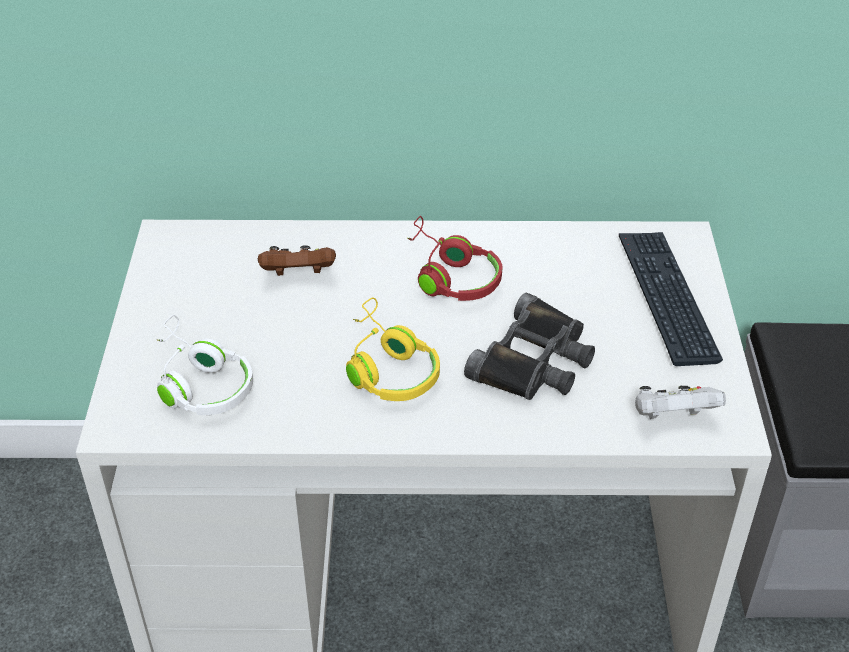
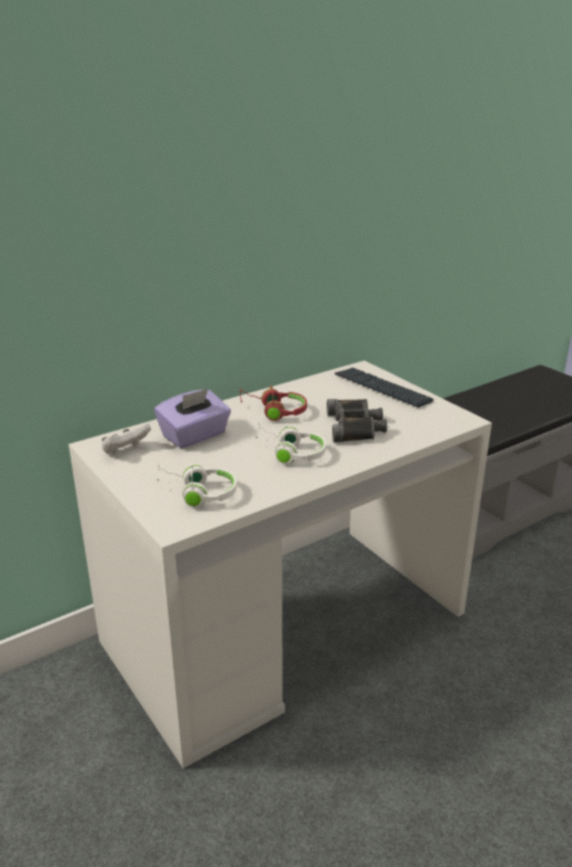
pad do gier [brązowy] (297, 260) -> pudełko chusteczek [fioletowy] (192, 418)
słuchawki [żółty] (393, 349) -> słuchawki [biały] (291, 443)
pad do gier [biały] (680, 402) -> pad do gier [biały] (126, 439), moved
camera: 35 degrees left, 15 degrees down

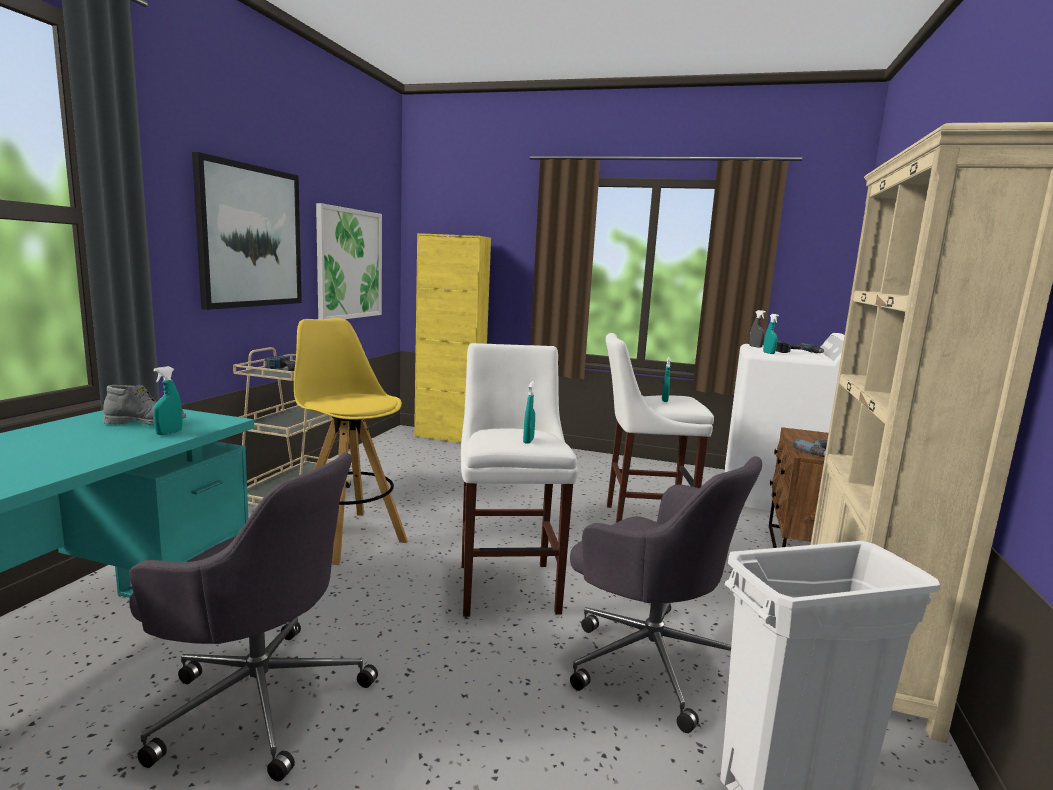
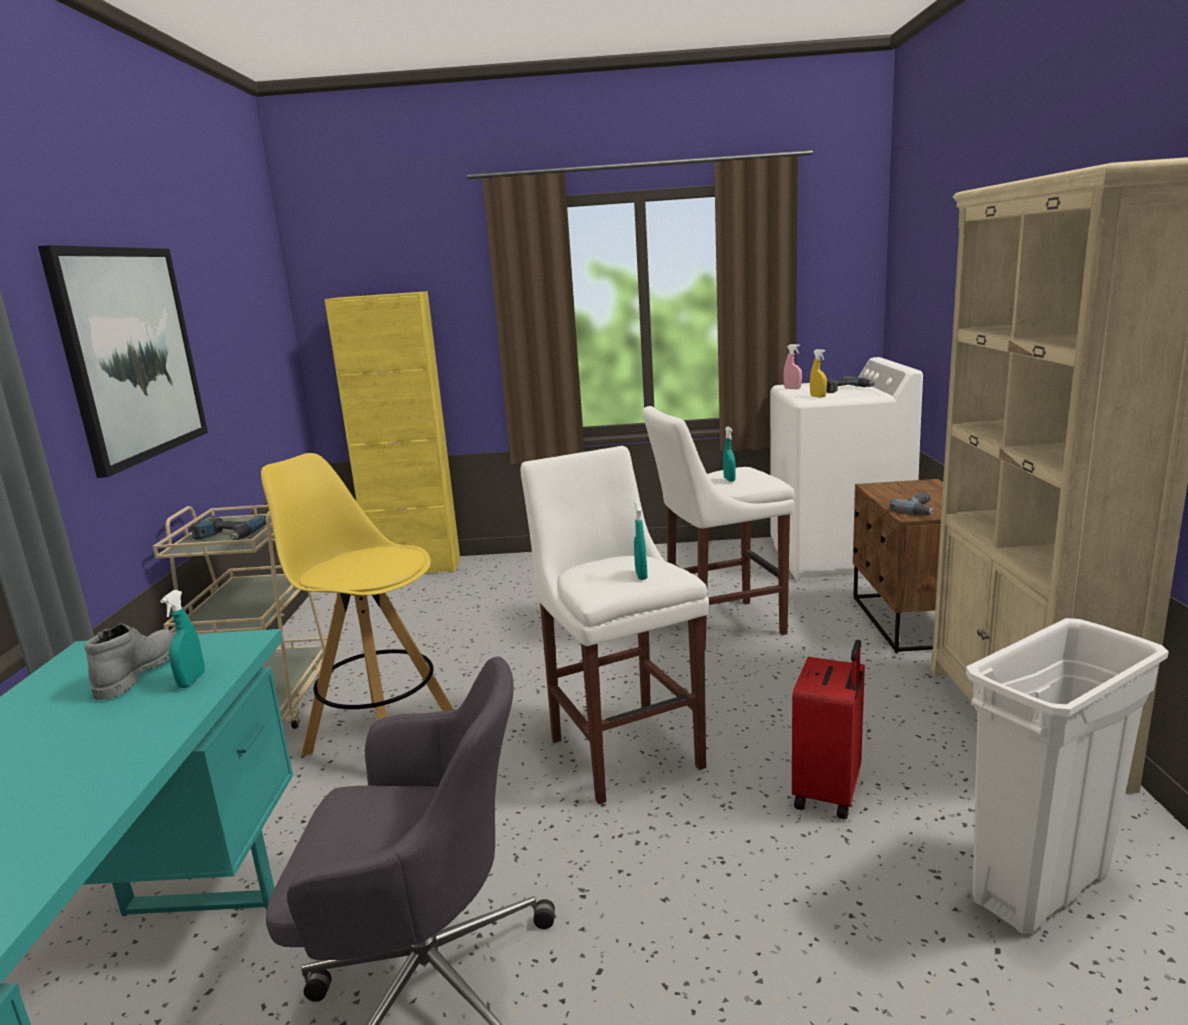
but z cholewką [szary] (144, 405) -> but z cholewką [szary] (129, 661), 60 degrees counterclockwise
obraz (349, 261) -> none
krzesło biurowe [szary] (666, 594) -> walizka [czerwony] (828, 729)
spryskiwacz [szary] (757, 328) -> spryskiwacz [różowy] (793, 366)
spryskiwacz [turkusowy] (771, 334) -> spryskiwacz [żółty] (818, 373)
camera: 15 degrees left, 5 degrees up

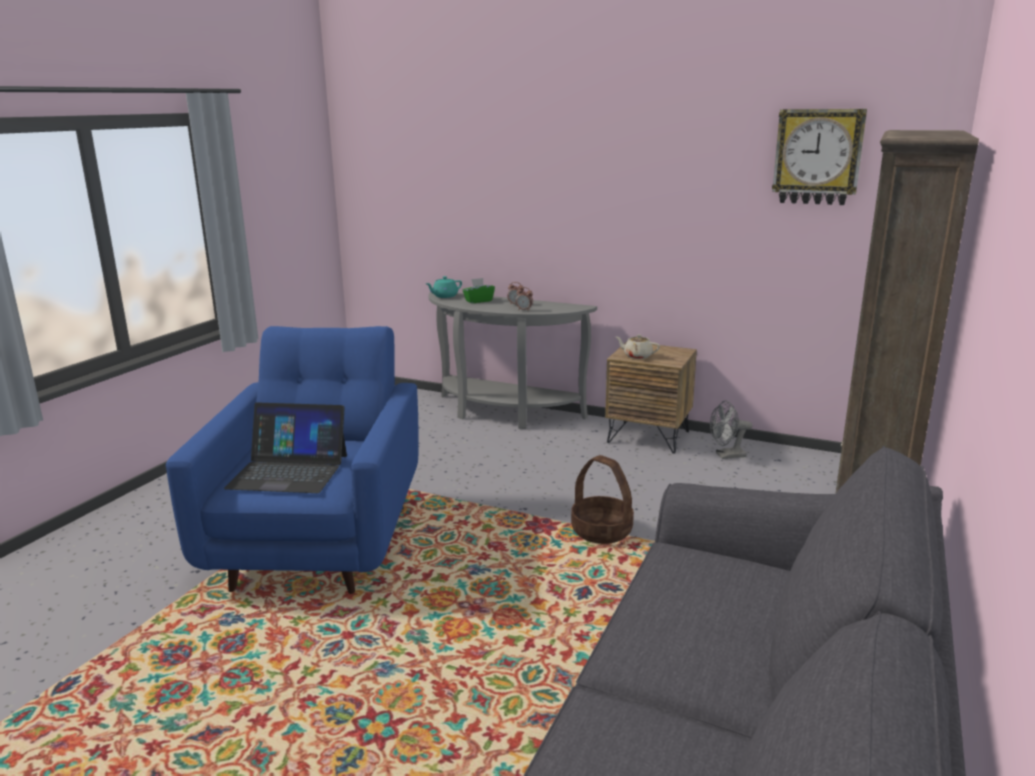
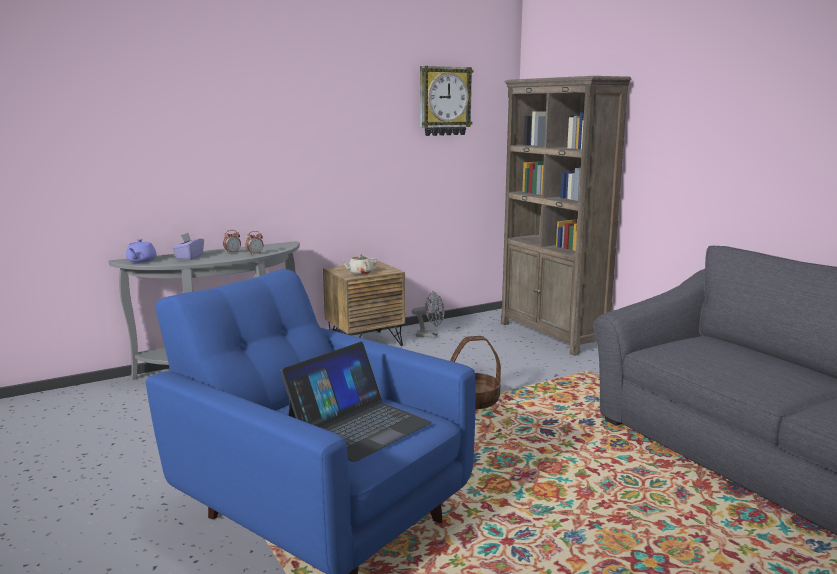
imbryk [turkusowy] (443, 287) -> imbryk [fioletowy] (141, 251)
pudełko chusteczek [zielony] (479, 290) -> pudełko chusteczek [fioletowy] (188, 246)
wentylator [szary] (731, 430) -> wentylator [szary] (428, 314), 105 degrees counterclockwise
camera: 55 degrees left, 5 degrees down

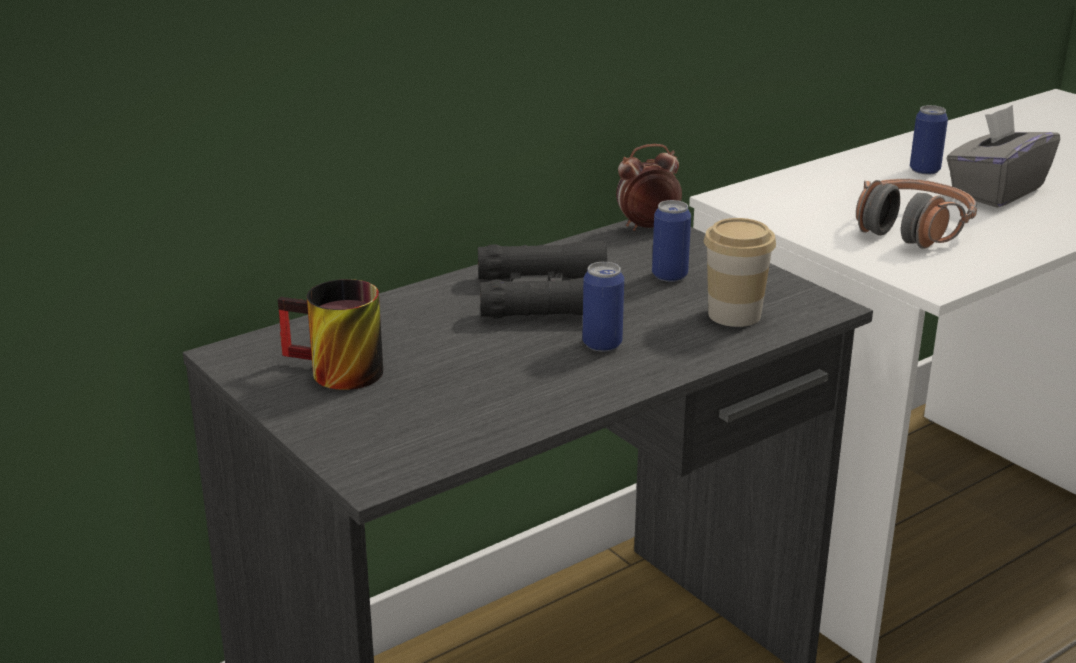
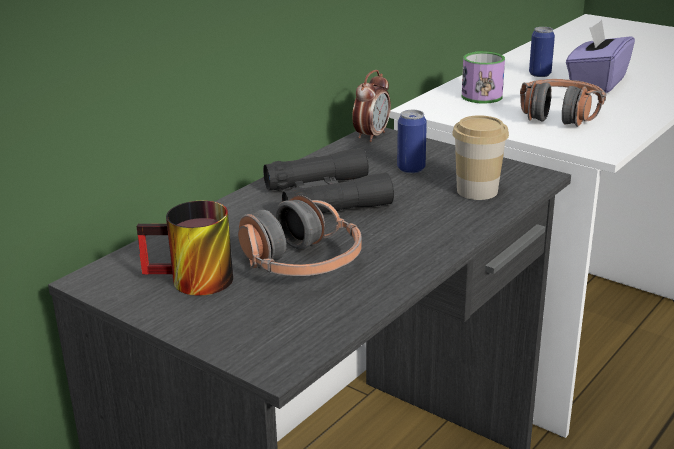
puszka (603, 307) -> none
budzik (649, 187) -> budzik (371, 106), 150 degrees clockwise
pudełko chusteczek [szary] (1003, 156) -> pudełko chusteczek [fioletowy] (600, 56)
none -> słuchawki (300, 235)
none -> kubek (483, 77)
camera: 15 degrees left, 0 degrees up

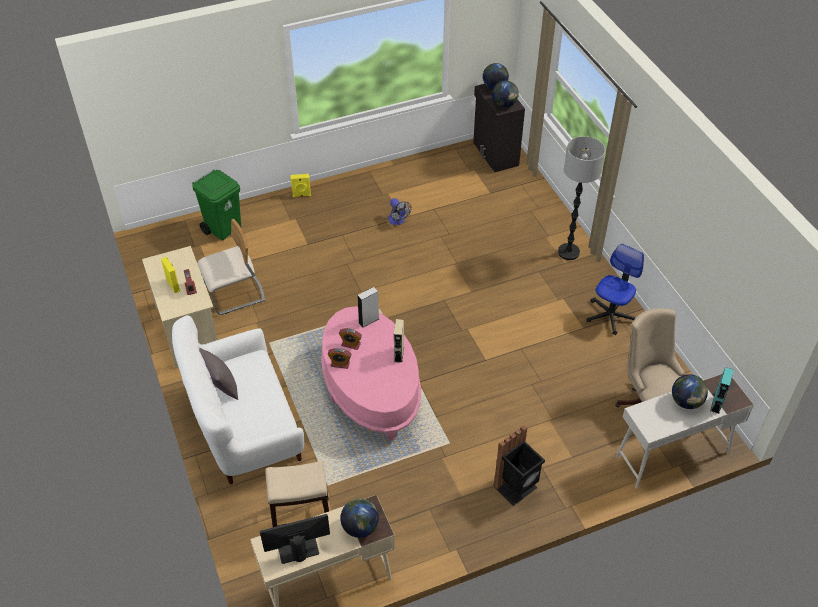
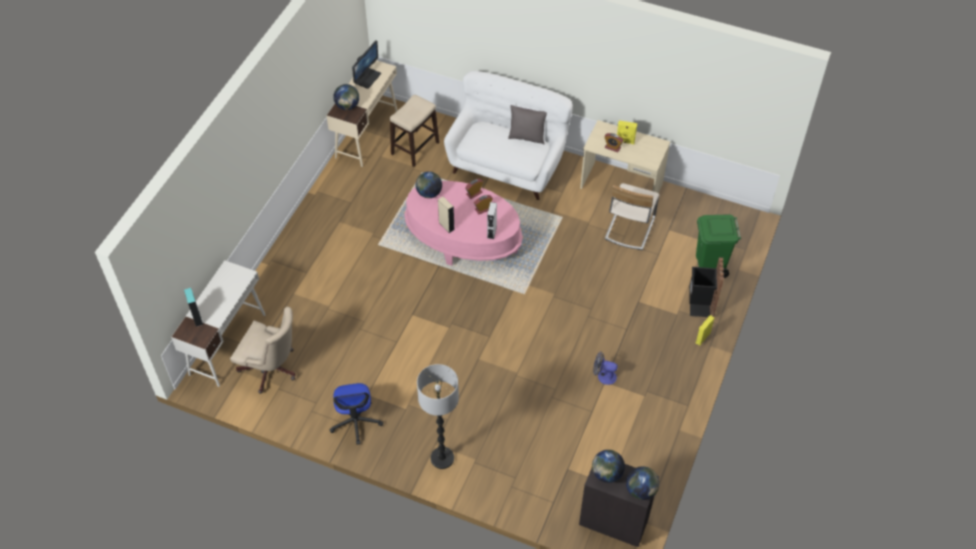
kosz na śmieci [czarny] (519, 465) -> kosz na śmieci [czarny] (706, 287), moved
globus (690, 391) -> globus (429, 185), moved
camera: 135 degrees right, 5 degrees up

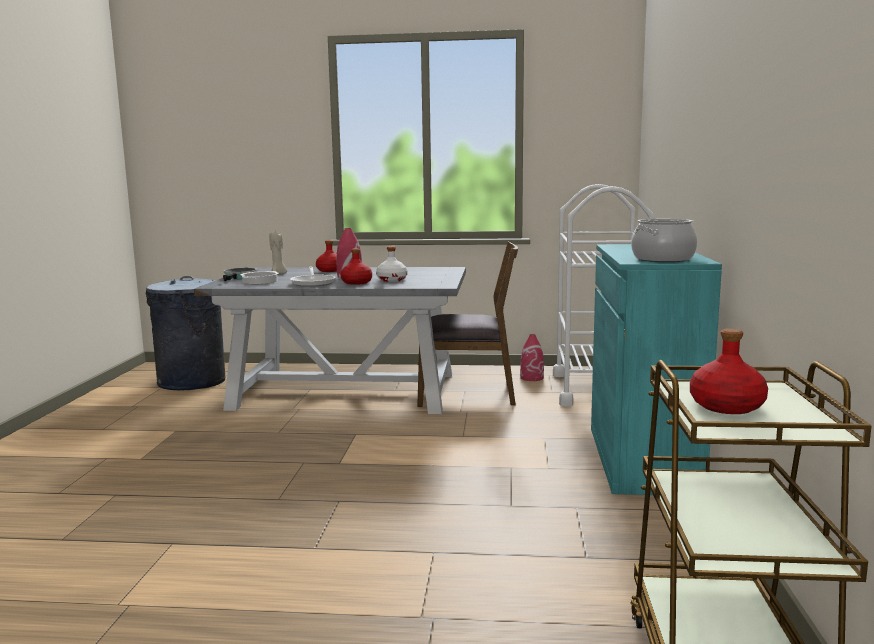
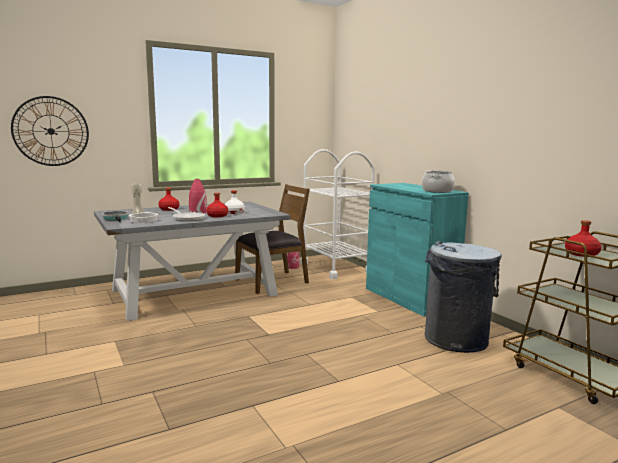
kosz na śmieci [szary] (186, 333) -> kosz na śmieci [szary] (463, 297), moved
none -> zegar ścienny (50, 131)
camera: 35 degrees left, 0 degrees up

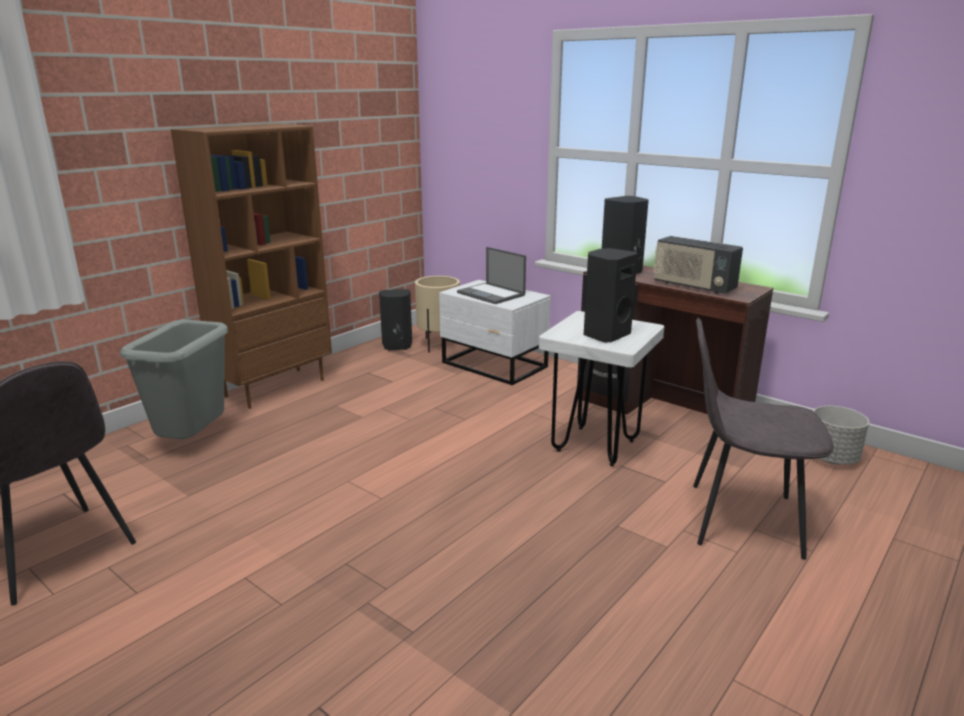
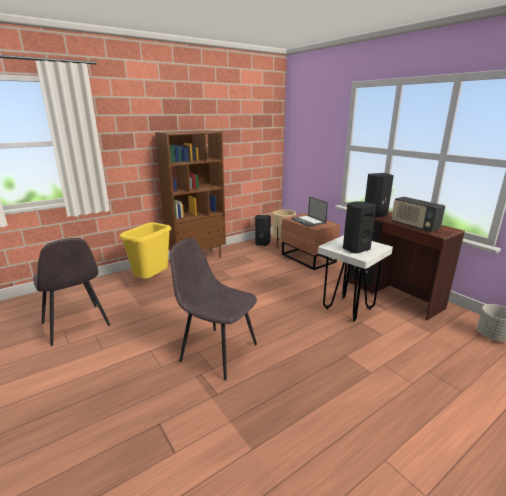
kosz na śmieci [szary] (174, 379) -> kosz na śmieci [żółty] (145, 250)
szafka nocna [biały] (495, 332) -> szafka nocna [brązowy] (310, 241)
krzesło [szary] (763, 439) -> krzesło [szary] (213, 309), moved
camera: 15 degrees right, 0 degrees up

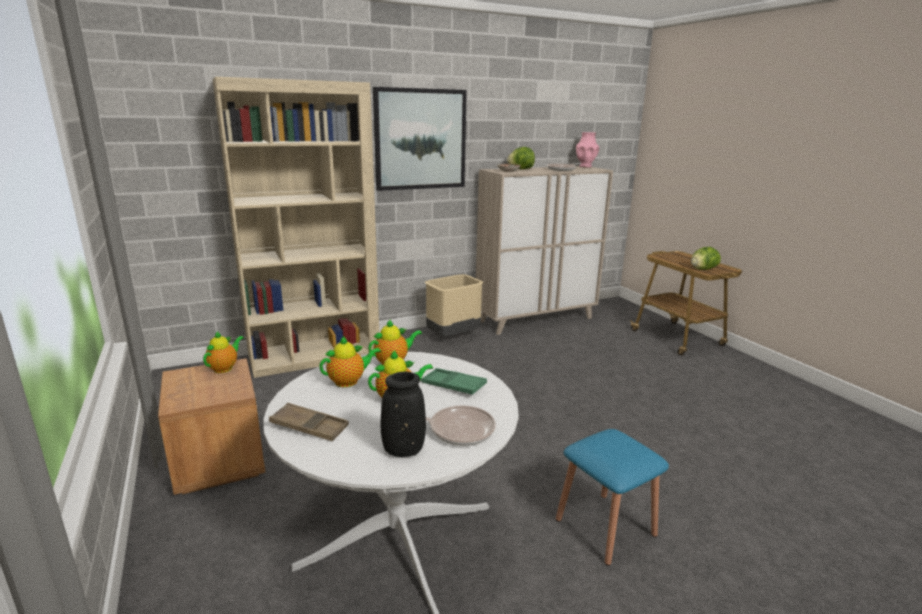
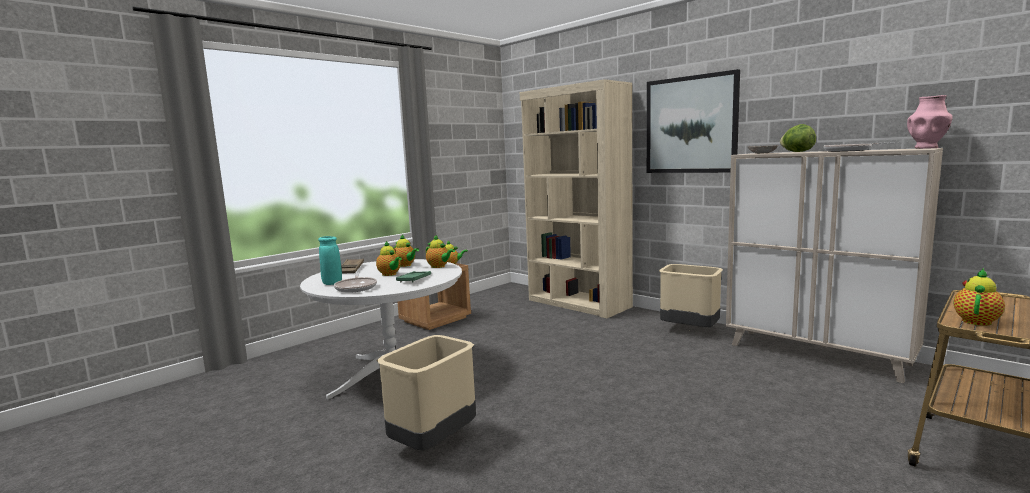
wazon [czarny] (403, 414) -> wazon [turkusowy] (330, 260)
stołek [niebieski] (612, 497) -> kosz na śmieci [beżowy] (426, 393)
sałata (706, 258) -> imbryk (979, 297)
camera: 70 degrees right, 10 degrees down

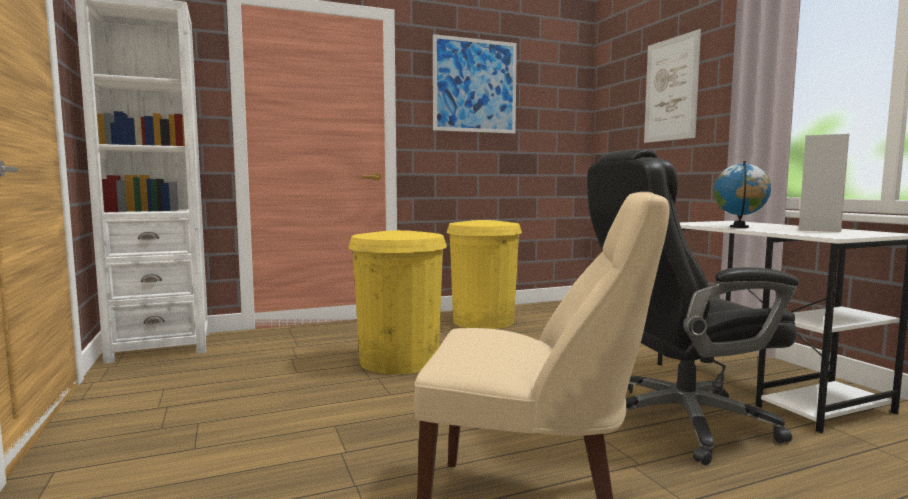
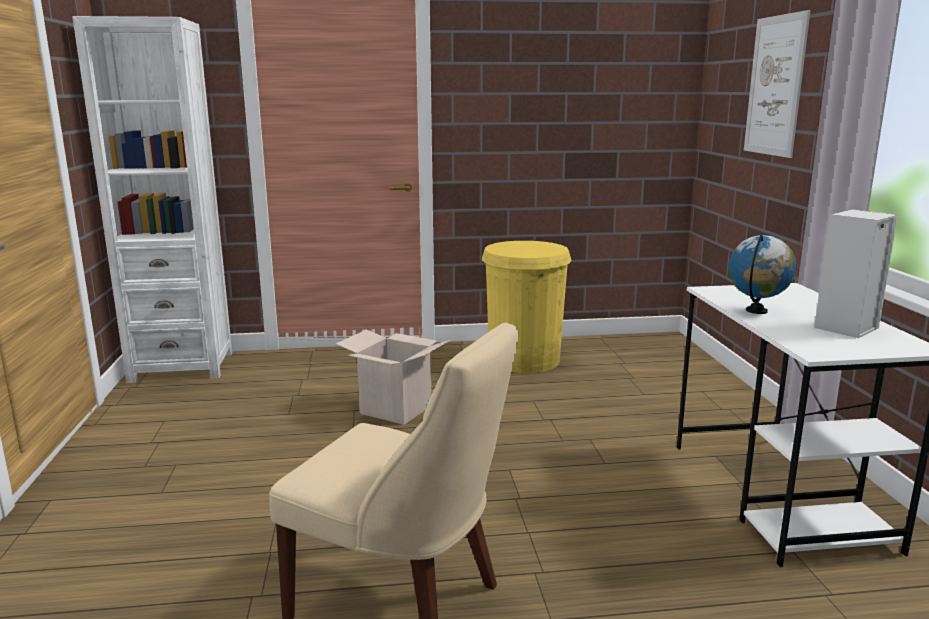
kosz na śmieci [żółty] (397, 302) -> karton (393, 377)
obraz (475, 84) -> none
krzesło biurowe [czarny] (693, 307) -> none
camera: 15 degrees right, 10 degrees up

